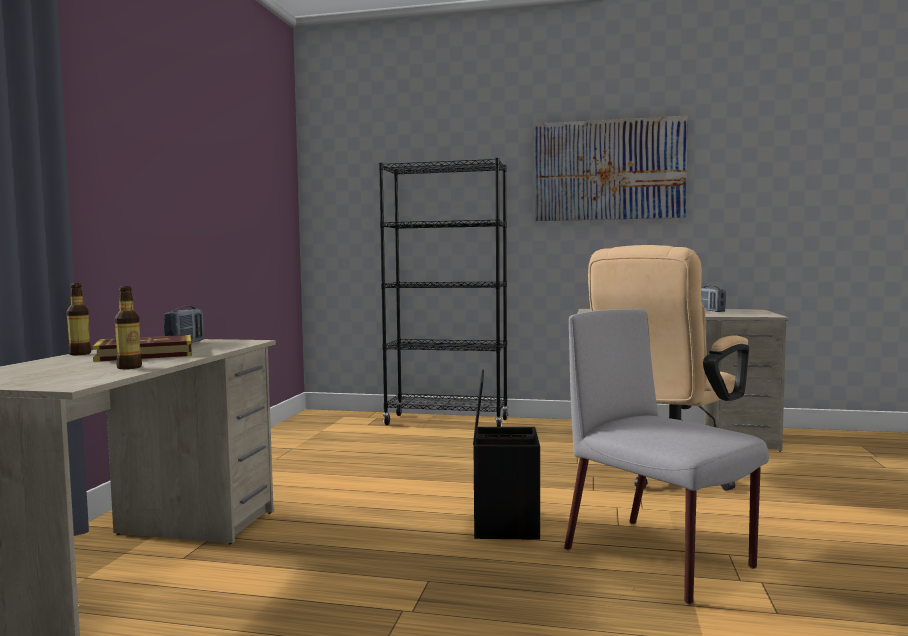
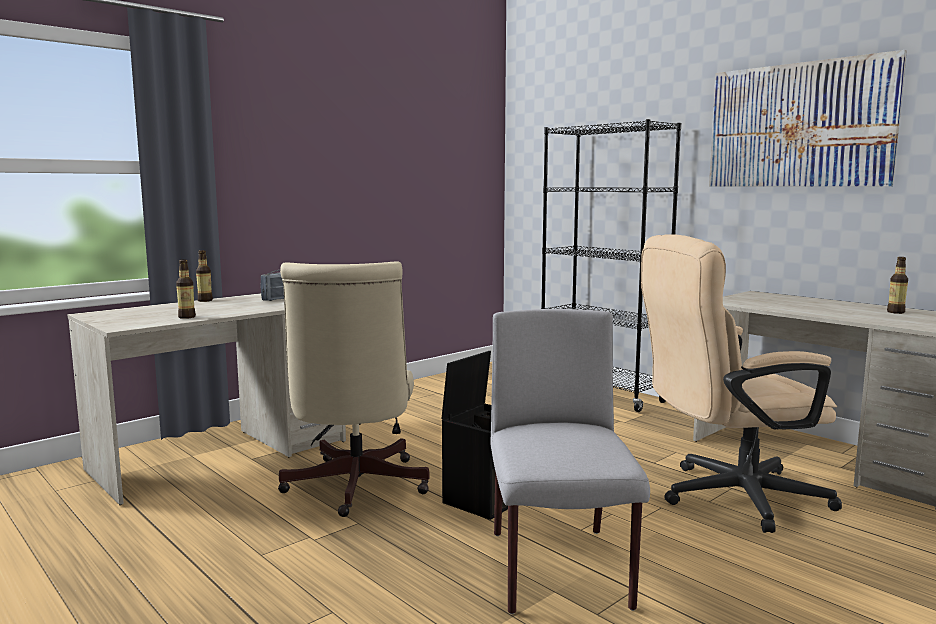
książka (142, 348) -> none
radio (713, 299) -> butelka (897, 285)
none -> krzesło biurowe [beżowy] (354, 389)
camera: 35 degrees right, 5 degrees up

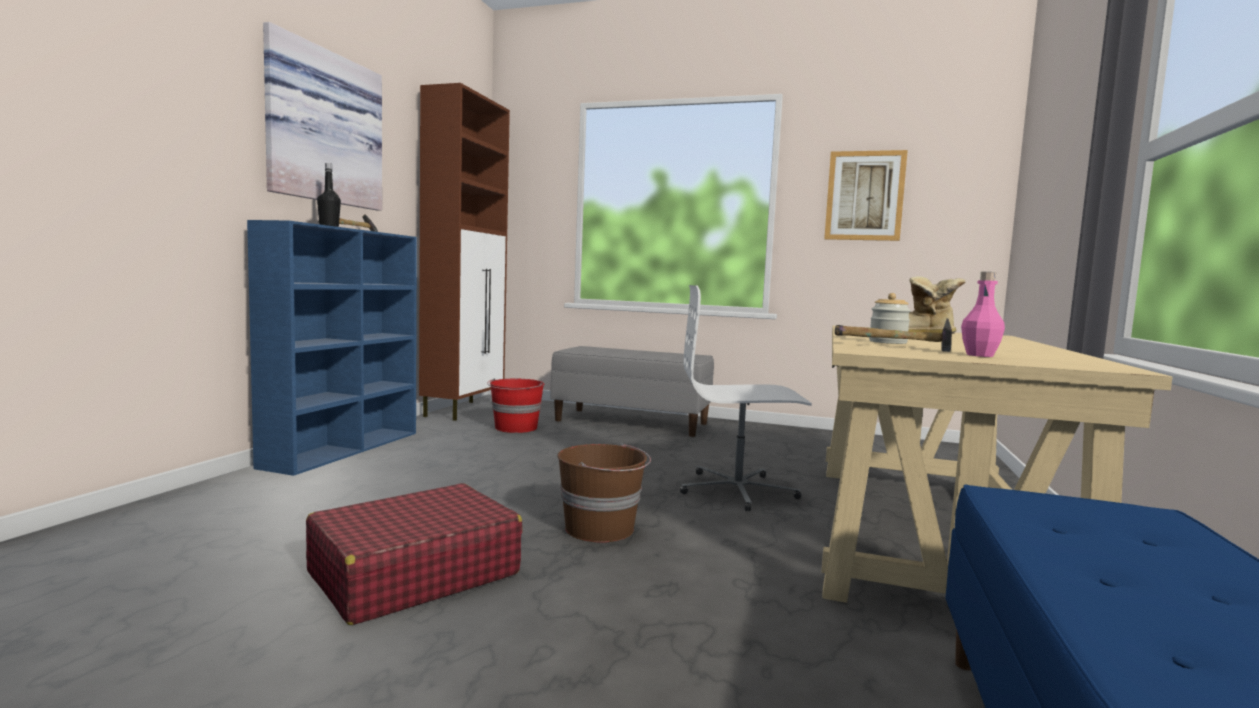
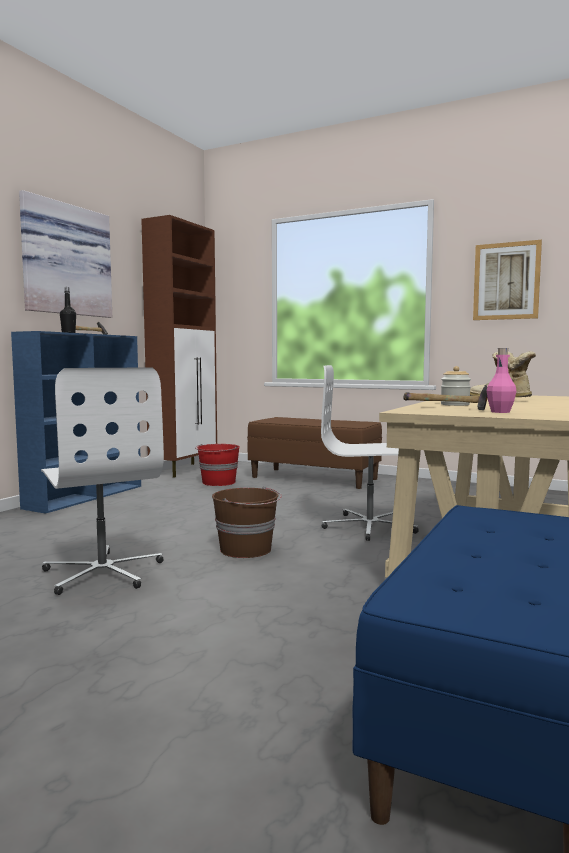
walizka [czerwony] (414, 554) -> krzesło biurowe [biały] (102, 481)
ławka [szary] (632, 391) -> ławka [brązowy] (315, 453)
camera: 10 degrees right, 0 degrees up

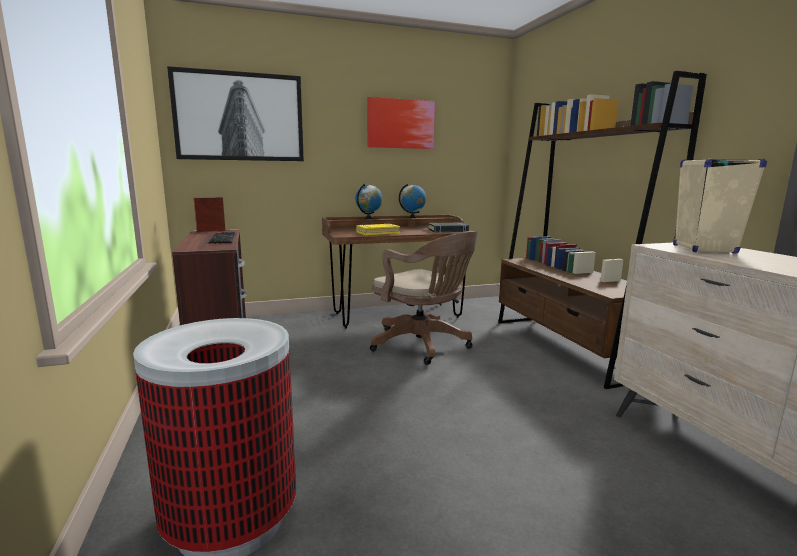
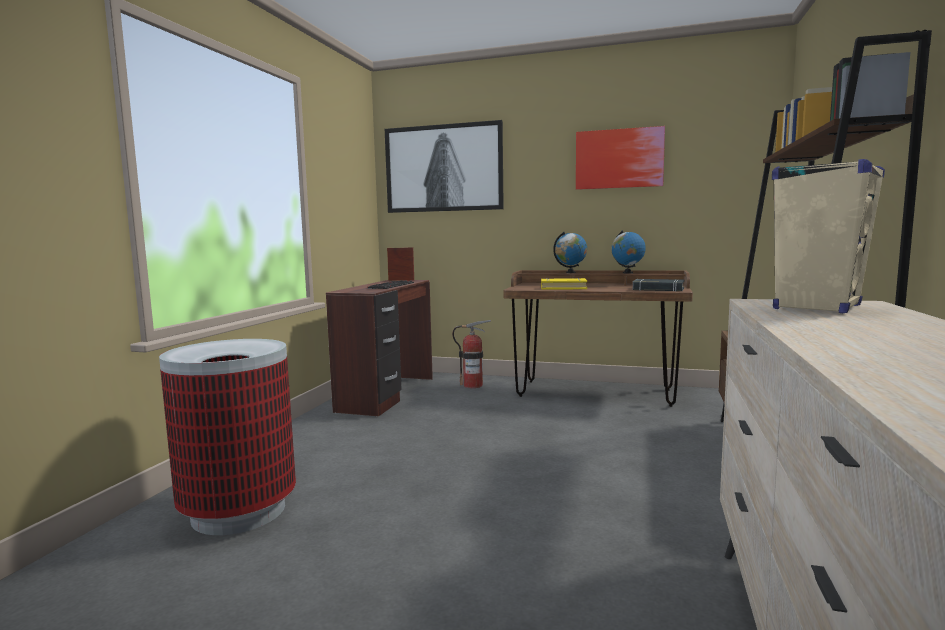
krzesło biurowe [brązowy] (424, 298) -> none
none -> gaśnica (471, 354)
camera: 35 degrees right, 5 degrees down

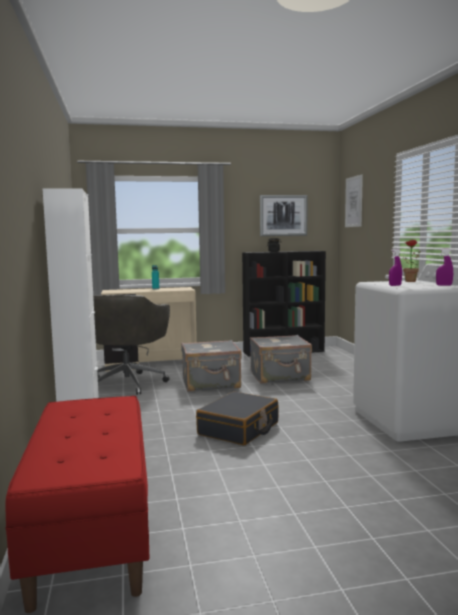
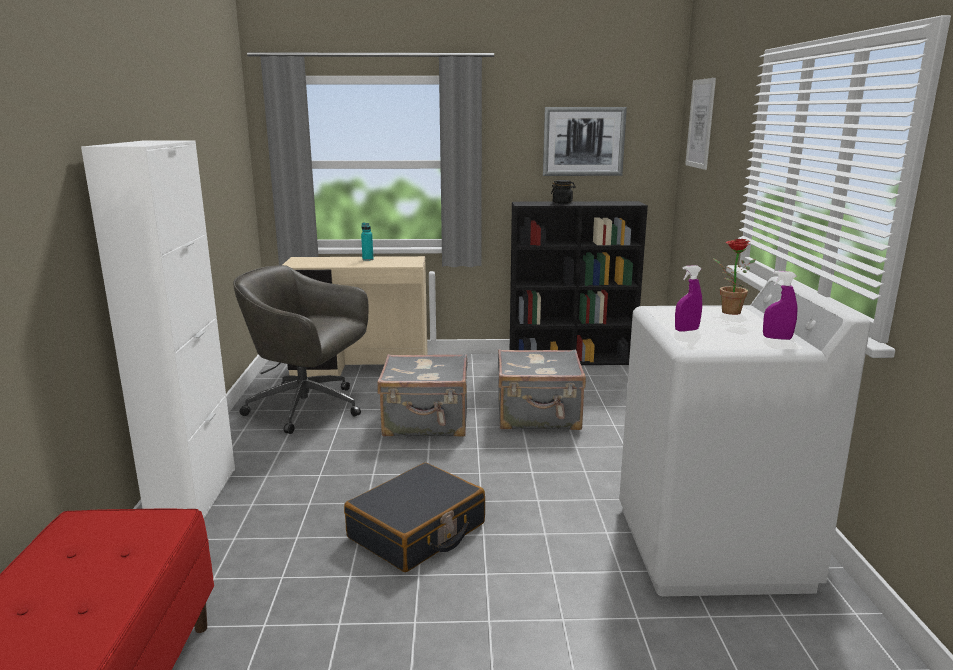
krzesło biurowe [szary] (131, 345) -> krzesło biurowe [szary] (301, 349), 90 degrees clockwise
camera: 10 degrees right, 10 degrees up

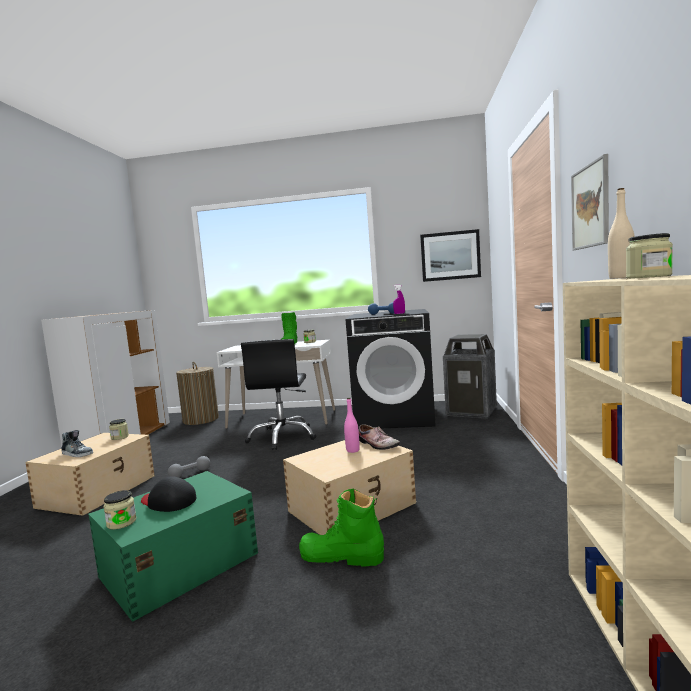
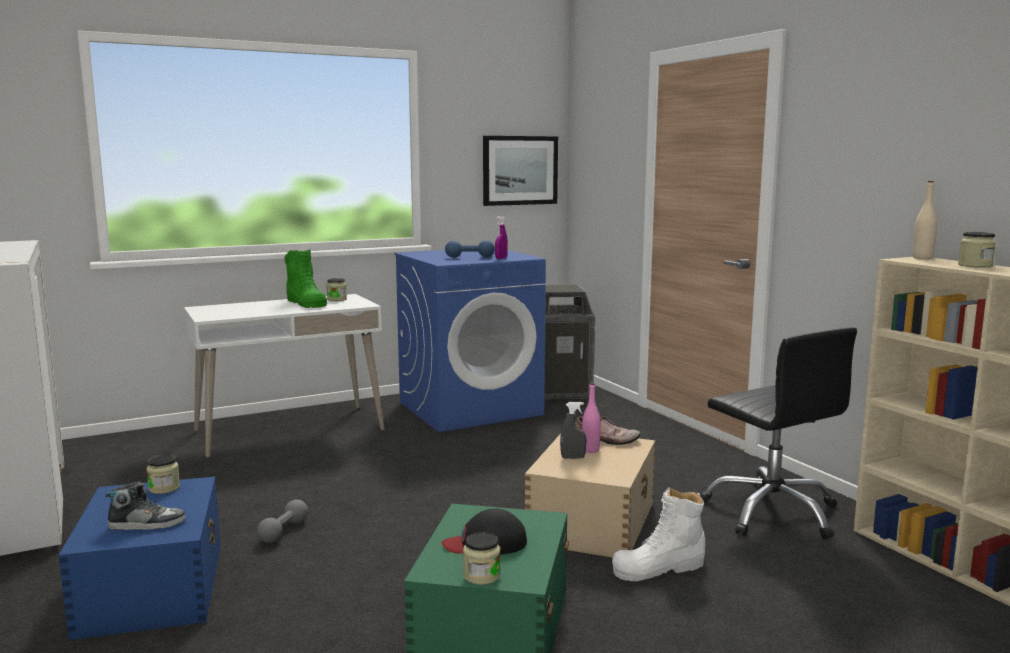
pojemnik do przechowywania [beżowy] (90, 474) -> pojemnik do przechowywania [niebieski] (139, 558)
kosz na pranie (197, 393) -> none
krzesło biurowe [czarny] (278, 394) -> krzesło biurowe [czarny] (779, 434), moved
but z cholewką [zielony] (341, 527) -> but z cholewką [biały] (658, 534)
pralka [czarny] (390, 369) -> pralka [niebieski] (470, 341)
obraz (590, 202) -> none
none -> spryskiwacz [szary] (573, 430)
camera: 35 degrees left, 5 degrees up

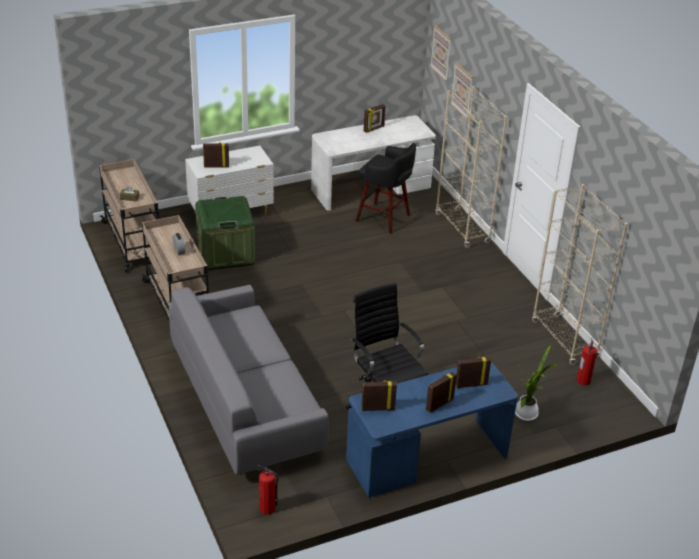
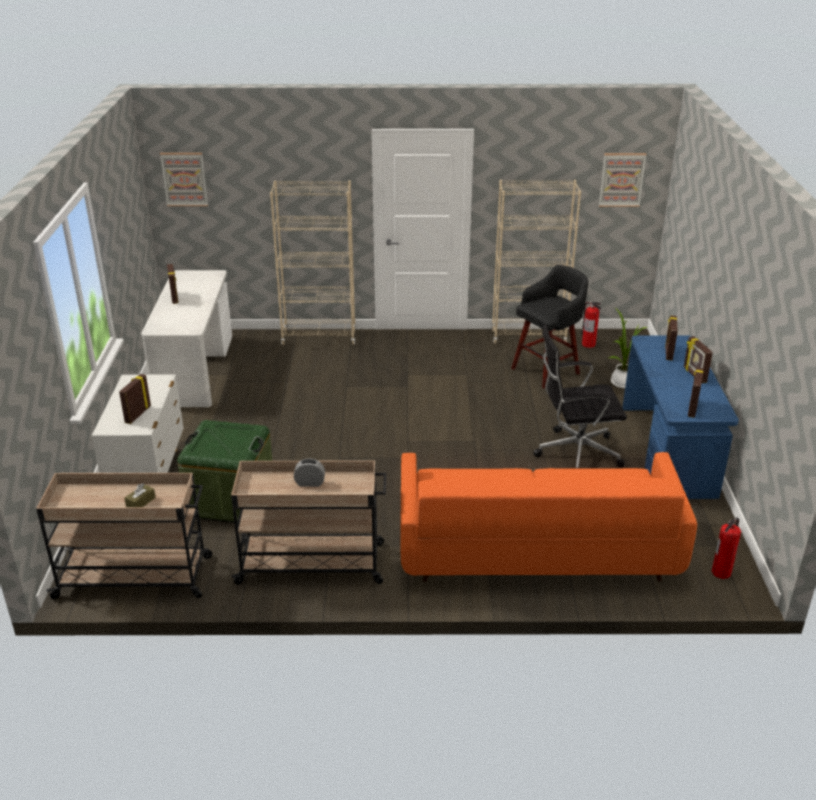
kanapa [szary] (249, 380) -> kanapa [pomarańczowy] (548, 517)
stołek [czarny] (386, 188) -> stołek [czarny] (549, 327), moved
obraz (461, 90) -> obraz (623, 180), moved
camera: 65 degrees left, 5 degrees down

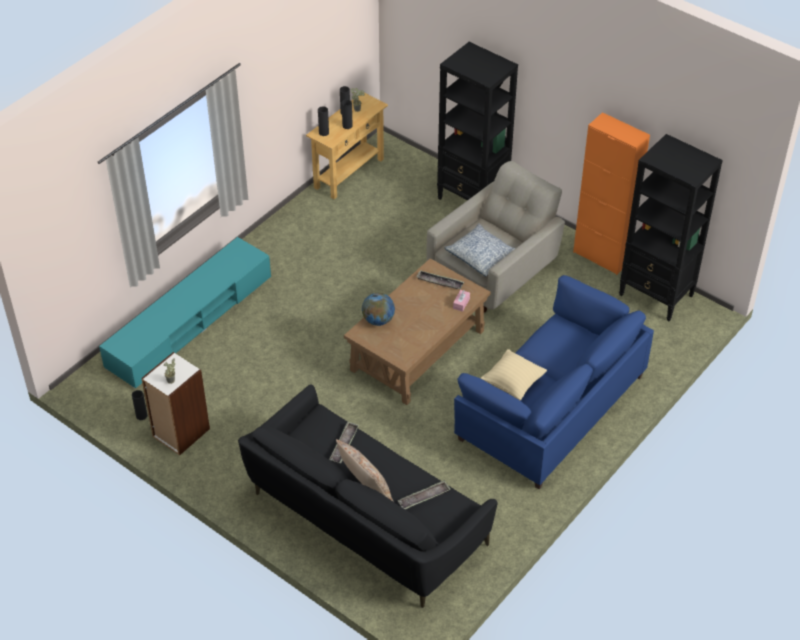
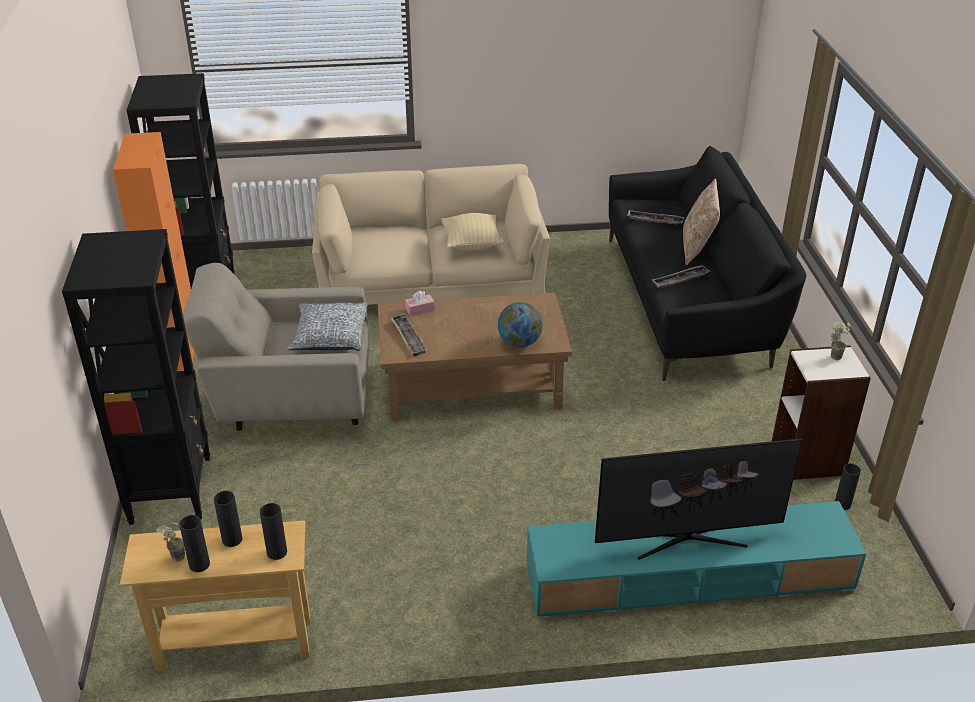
kanapa [niebieski] (554, 382) -> kanapa [beżowy] (431, 234)
none -> telewizor (698, 499)
camera: 135 degrees left, 10 degrees down

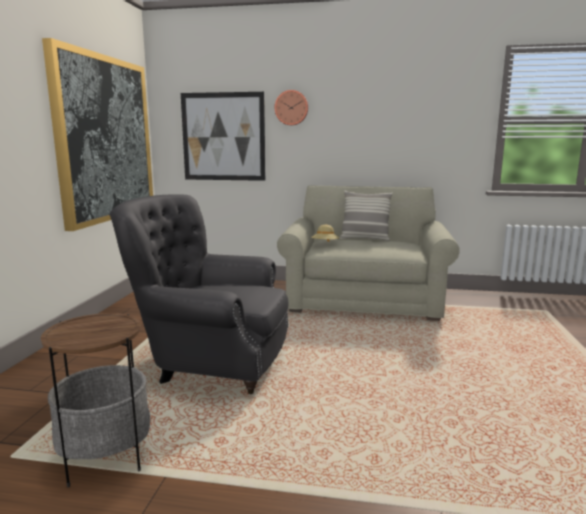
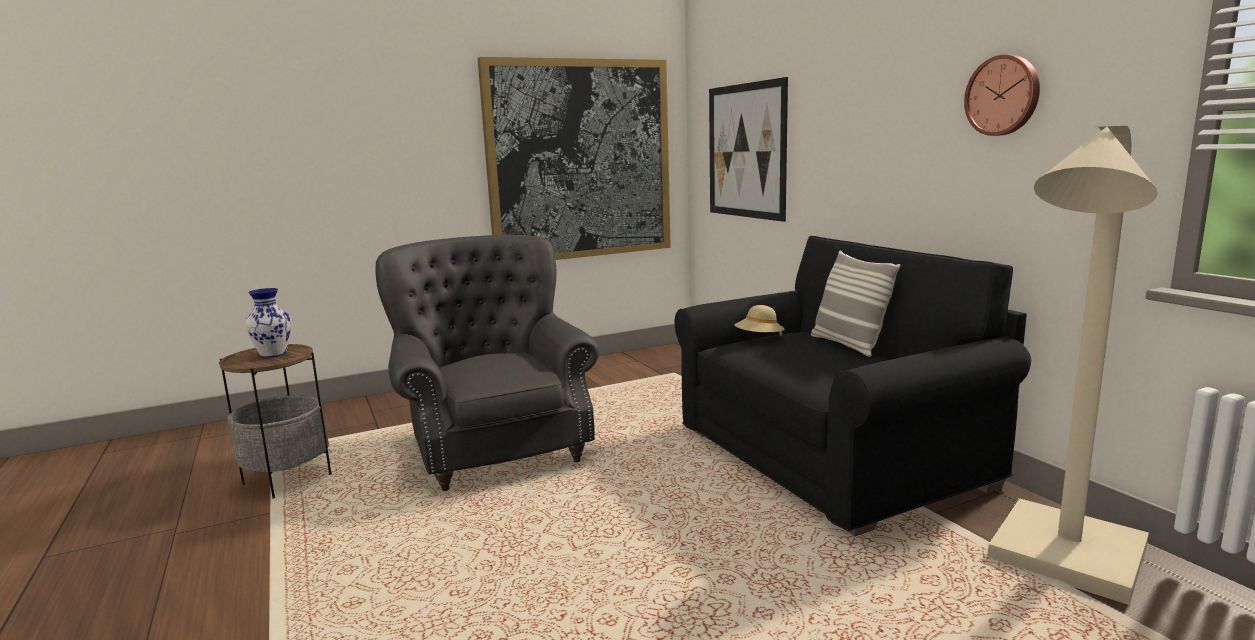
zegar ścienny (291, 107) -> zegar ścienny (1002, 95), moved
kanapa [beżowy] (368, 253) -> kanapa [czarny] (853, 386)
none -> wazon (268, 323)
none -> lampa stojąca [beżowy] (1072, 365)
camera: 55 degrees right, 0 degrees up

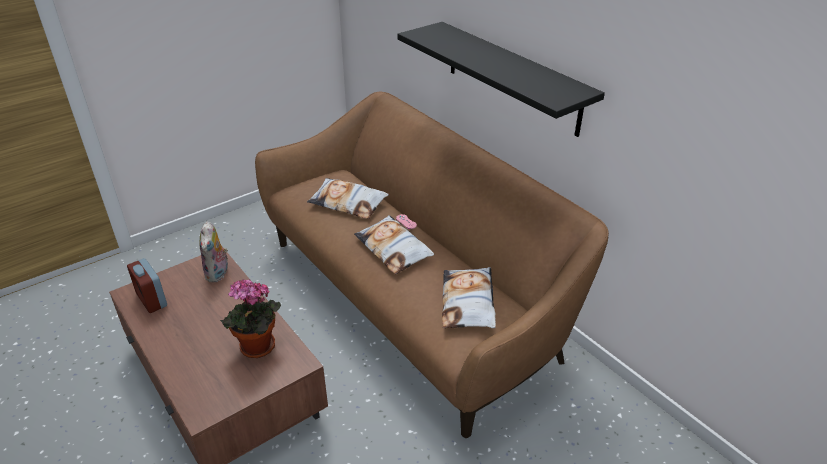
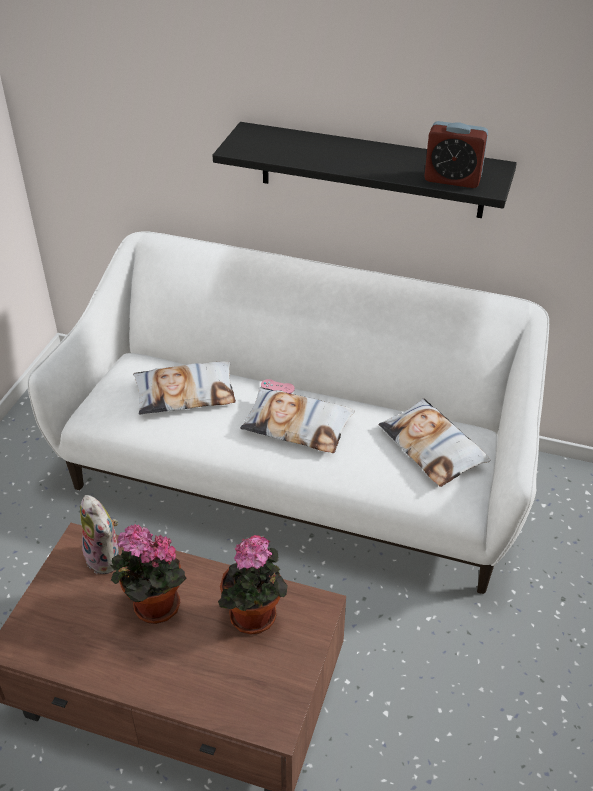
budzik (147, 285) -> budzik (456, 154), moved
kanapa [brązowy] (432, 265) -> kanapa [biały] (288, 412)
none -> roślina doniczkowa (148, 574)
camera: 35 degrees left, 5 degrees up

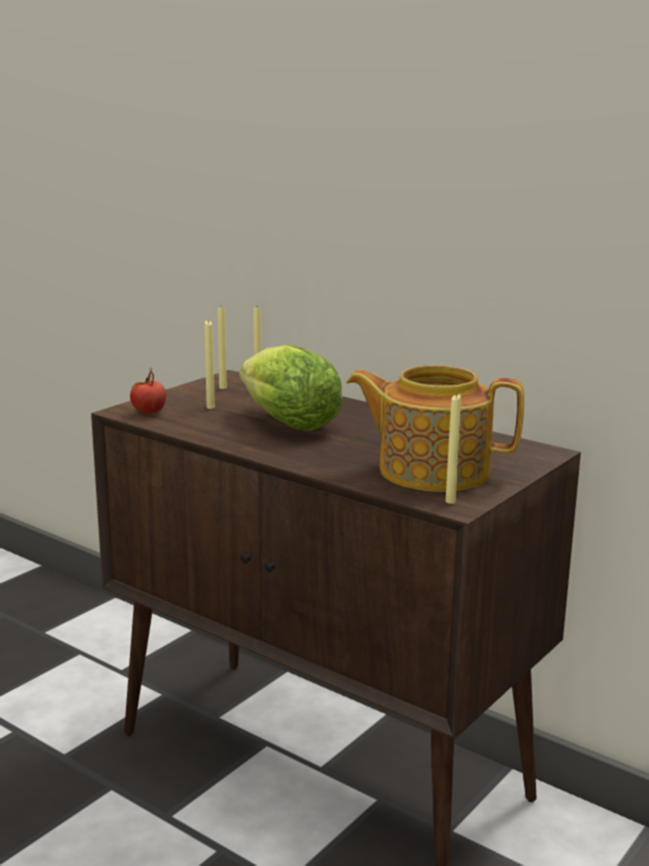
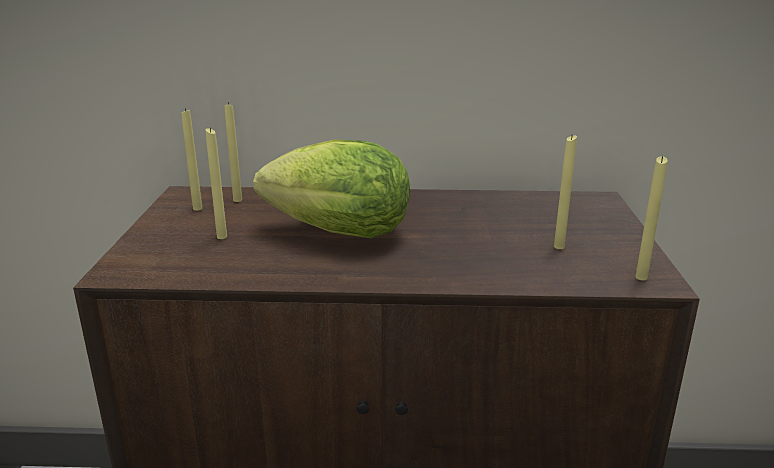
pomidor (148, 391) -> none
imbryk (435, 428) -> świeca [żółty] (565, 192)
camera: 35 degrees left, 5 degrees up

